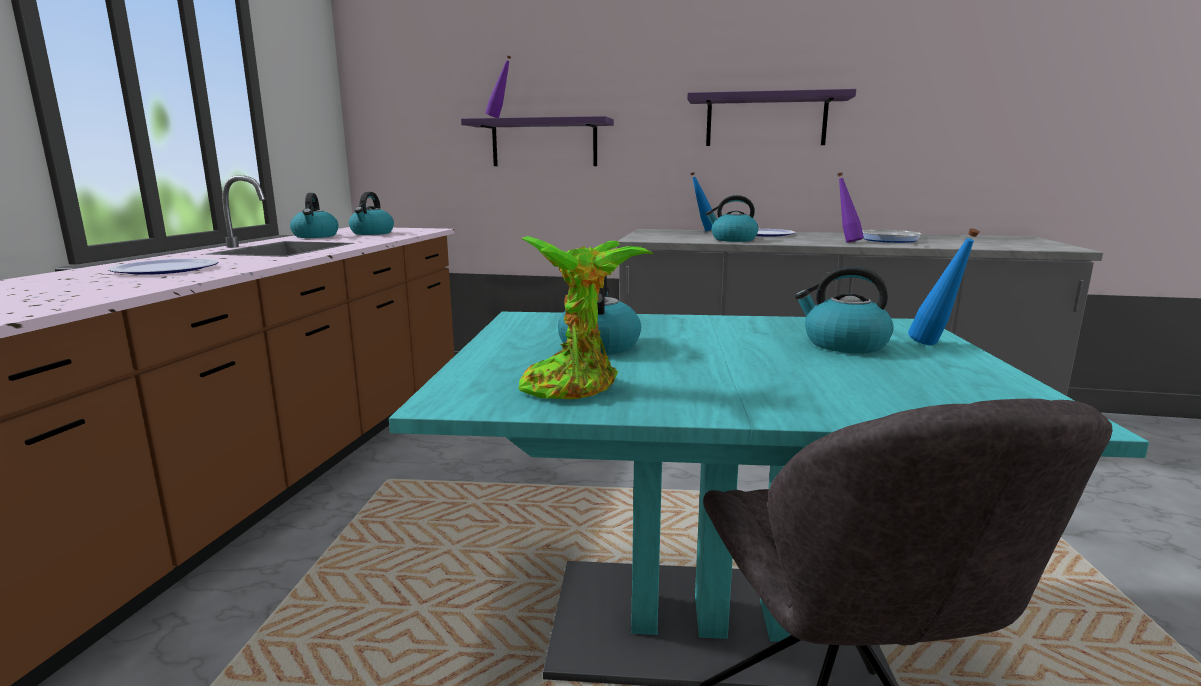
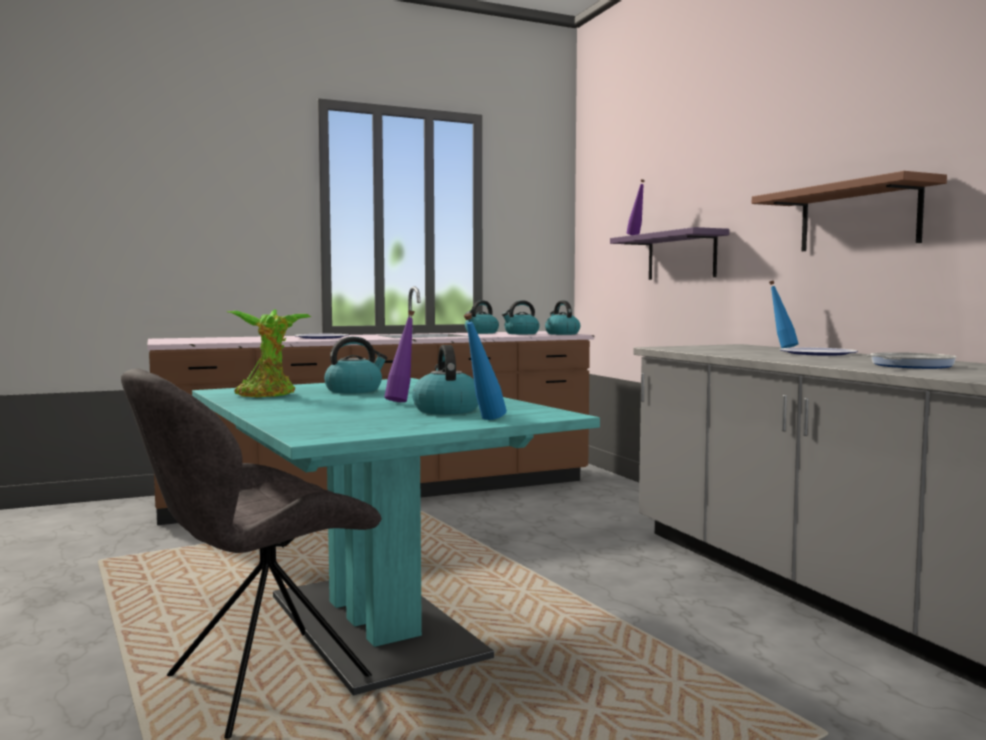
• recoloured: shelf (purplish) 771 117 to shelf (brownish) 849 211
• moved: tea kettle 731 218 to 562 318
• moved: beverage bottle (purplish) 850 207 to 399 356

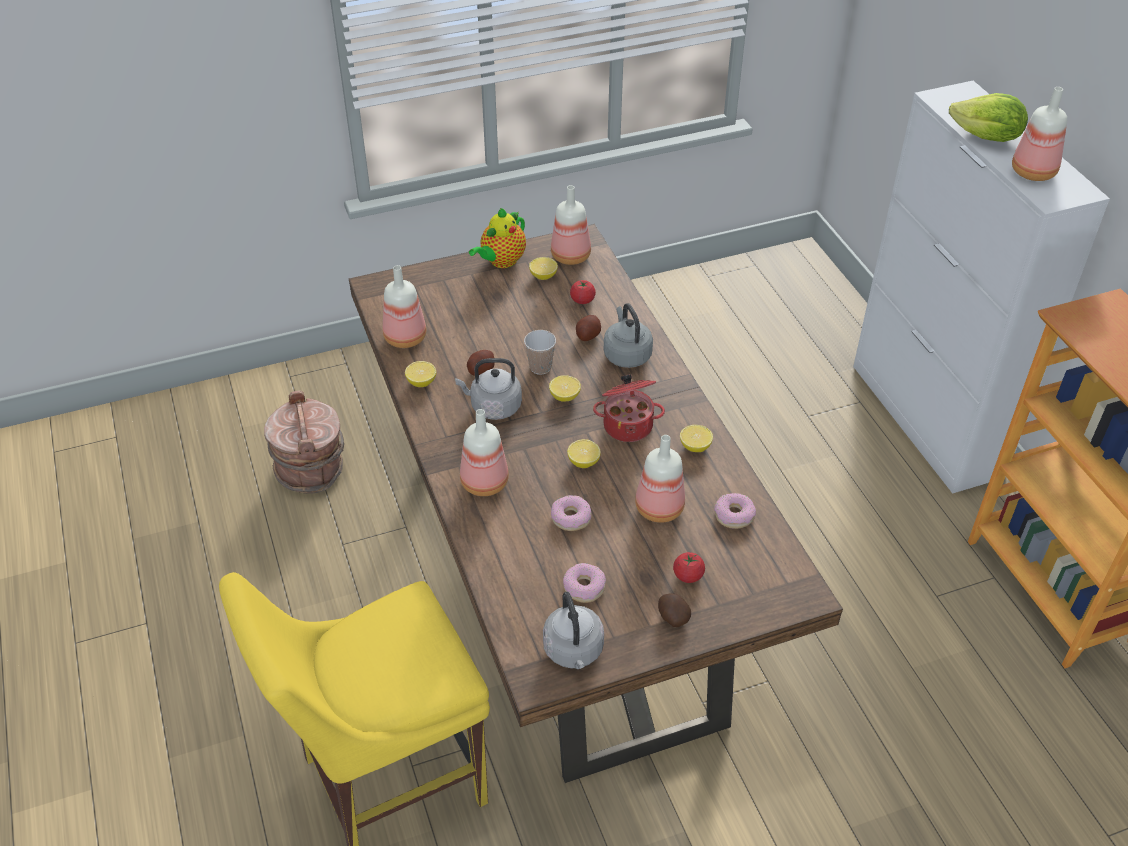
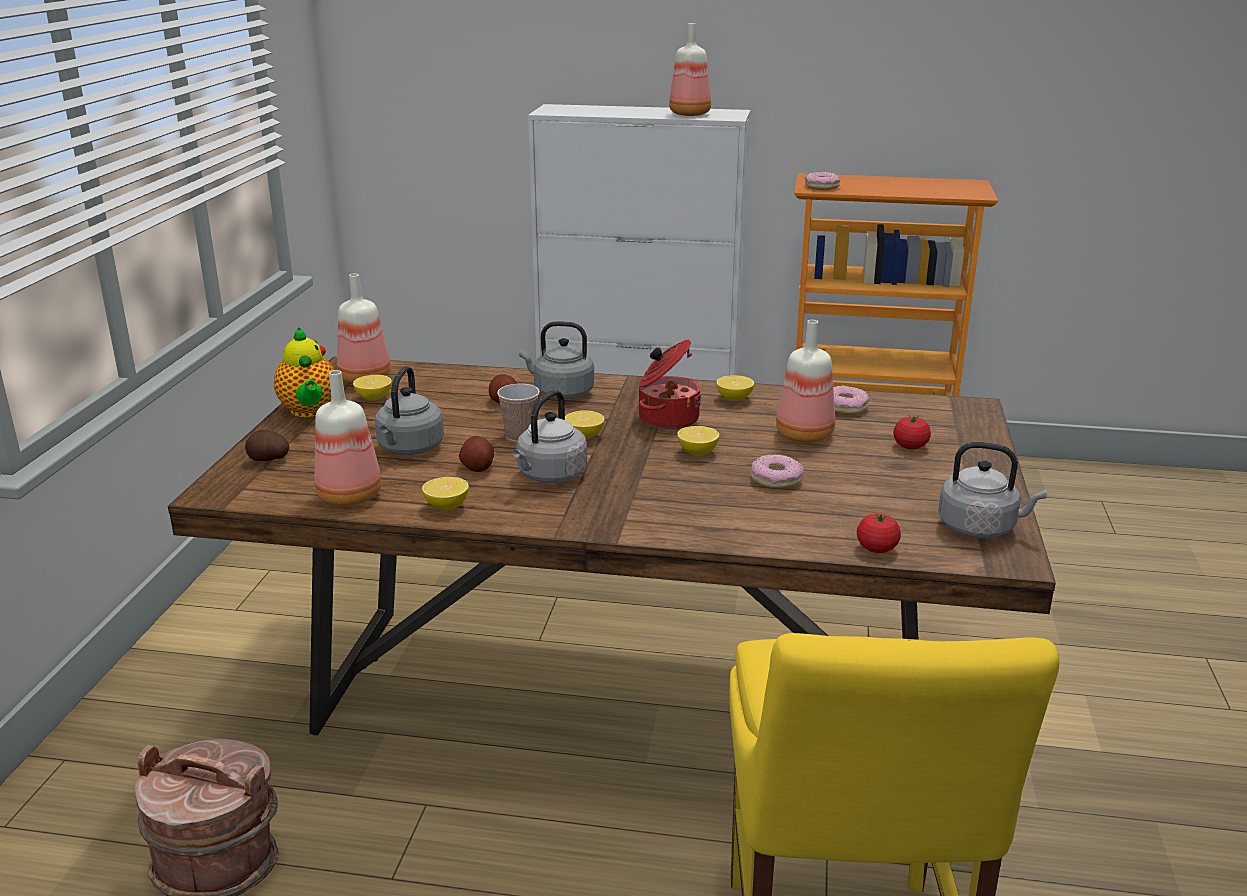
• removed: beverage bottle 484 452
• moved: donut 584 583 to 822 181
• moved: whole tomato 583 292 to 879 533
• moved: spud 674 610 to 267 445
• removed: lettuce 988 117
• added: tea kettle (greyish) 409 410

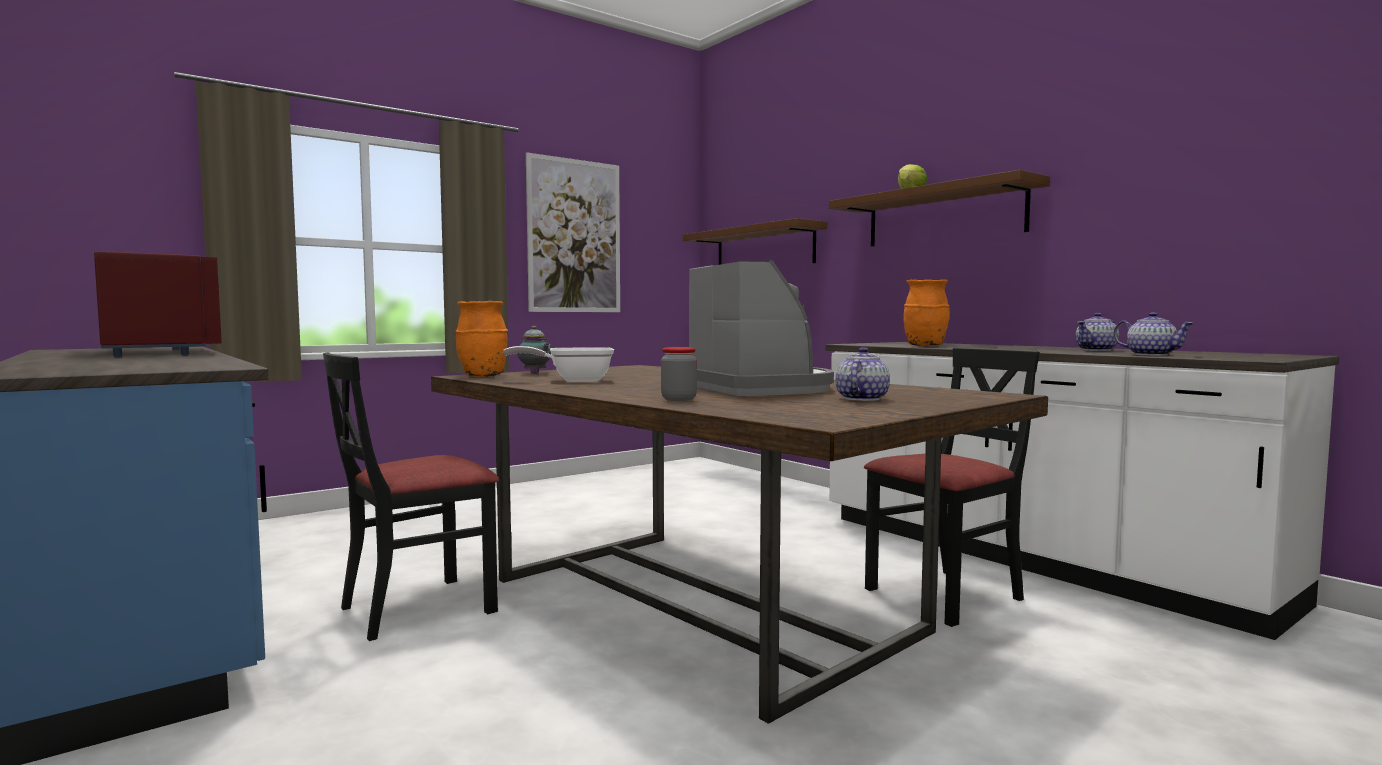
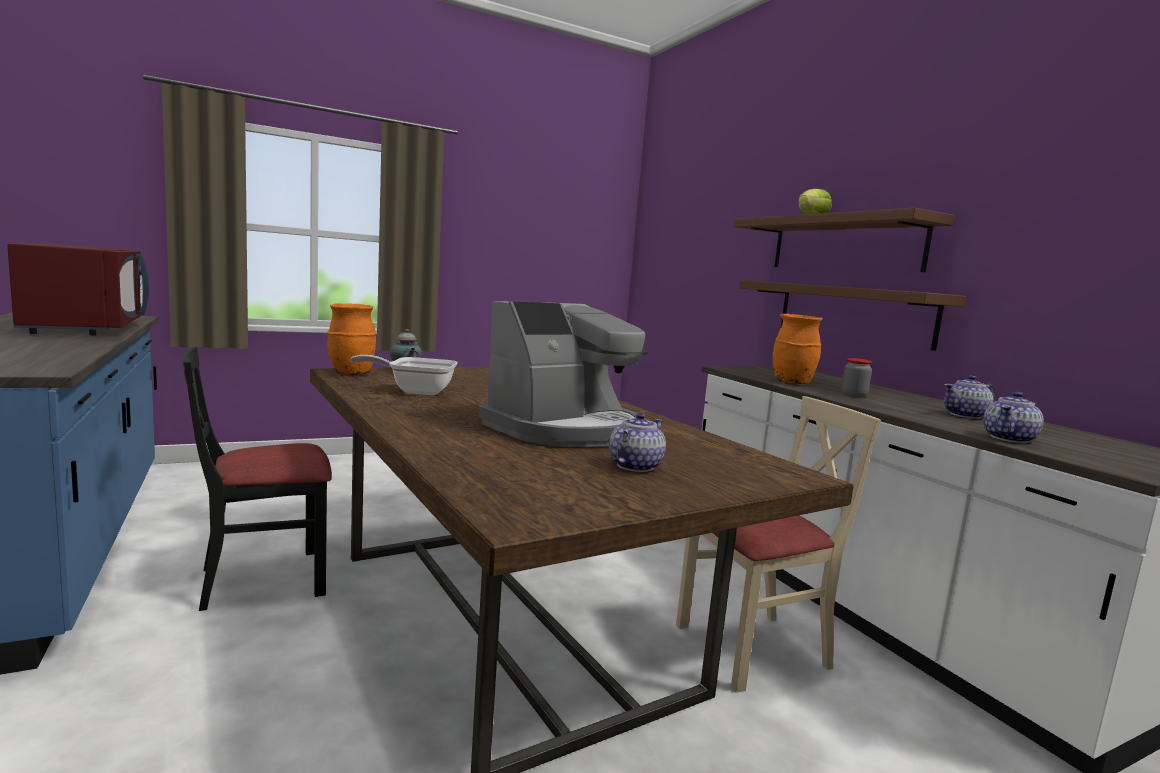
• removed: wall picture 573 232
• moved: storage jar 679 374 to 857 378
• moved: shelf (brownish) 754 241 to 852 315
• turned: coffee brewer 761 328 = 563 374 60 degrees clockwise
• recoloured: plain chair (blackish) 952 487 to plain chair (beige) 778 544
• turned: teapot 1153 334 = 1013 417 75 degrees clockwise

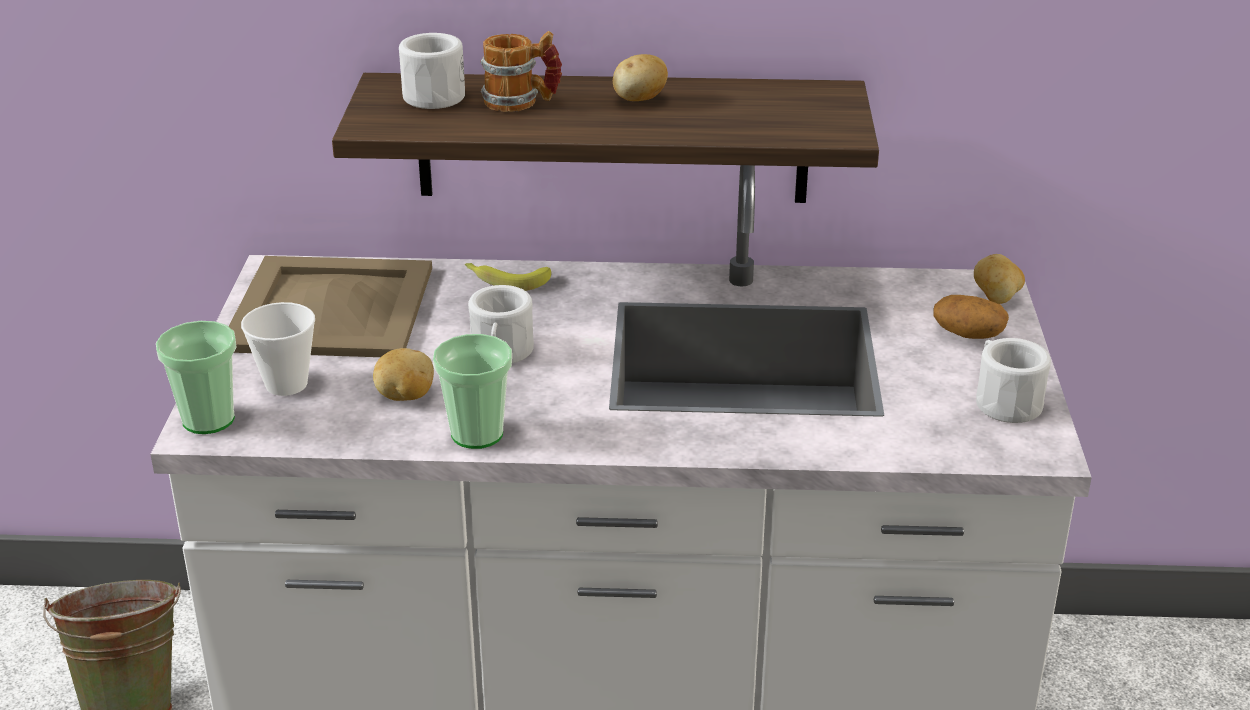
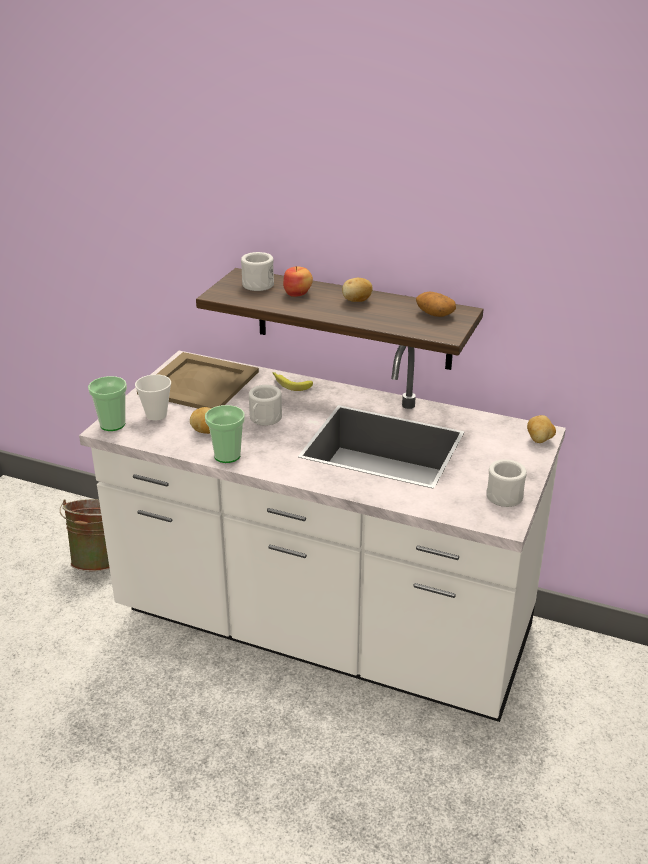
• replaced: coffee mug 521 71 to apple fruit 298 281
• moved: spud 971 317 to 436 304

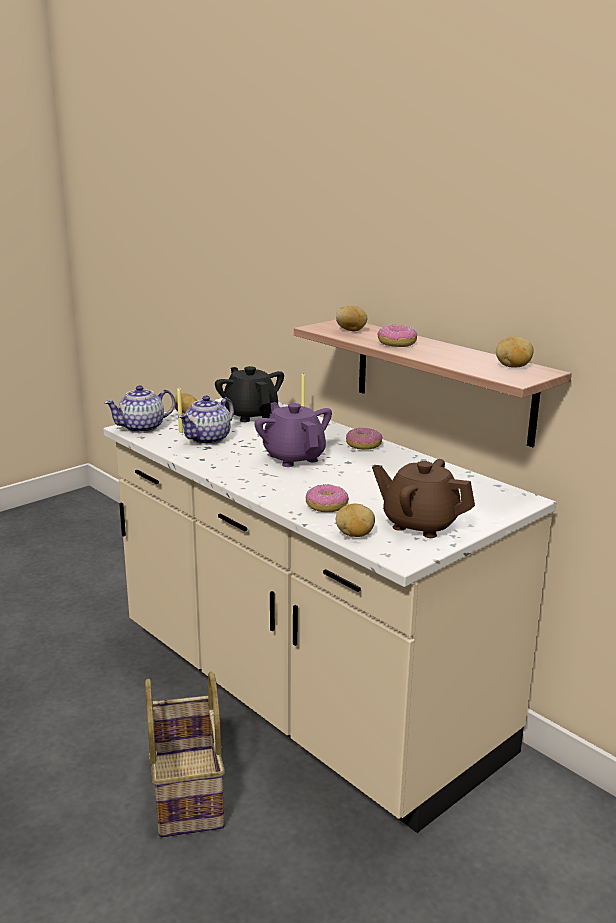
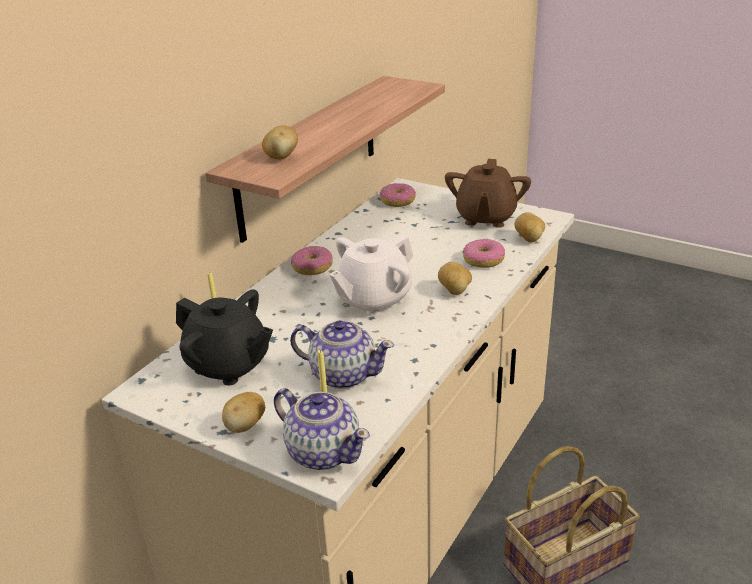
• turned: teapot (blackish) 249 394 = 224 337 105 degrees counterclockwise
• recoloured: teapot (purplish) 293 434 to teapot (white-coloured) 371 275
• moved: donut 398 336 to 398 195
• moved: spud 515 352 to 455 278

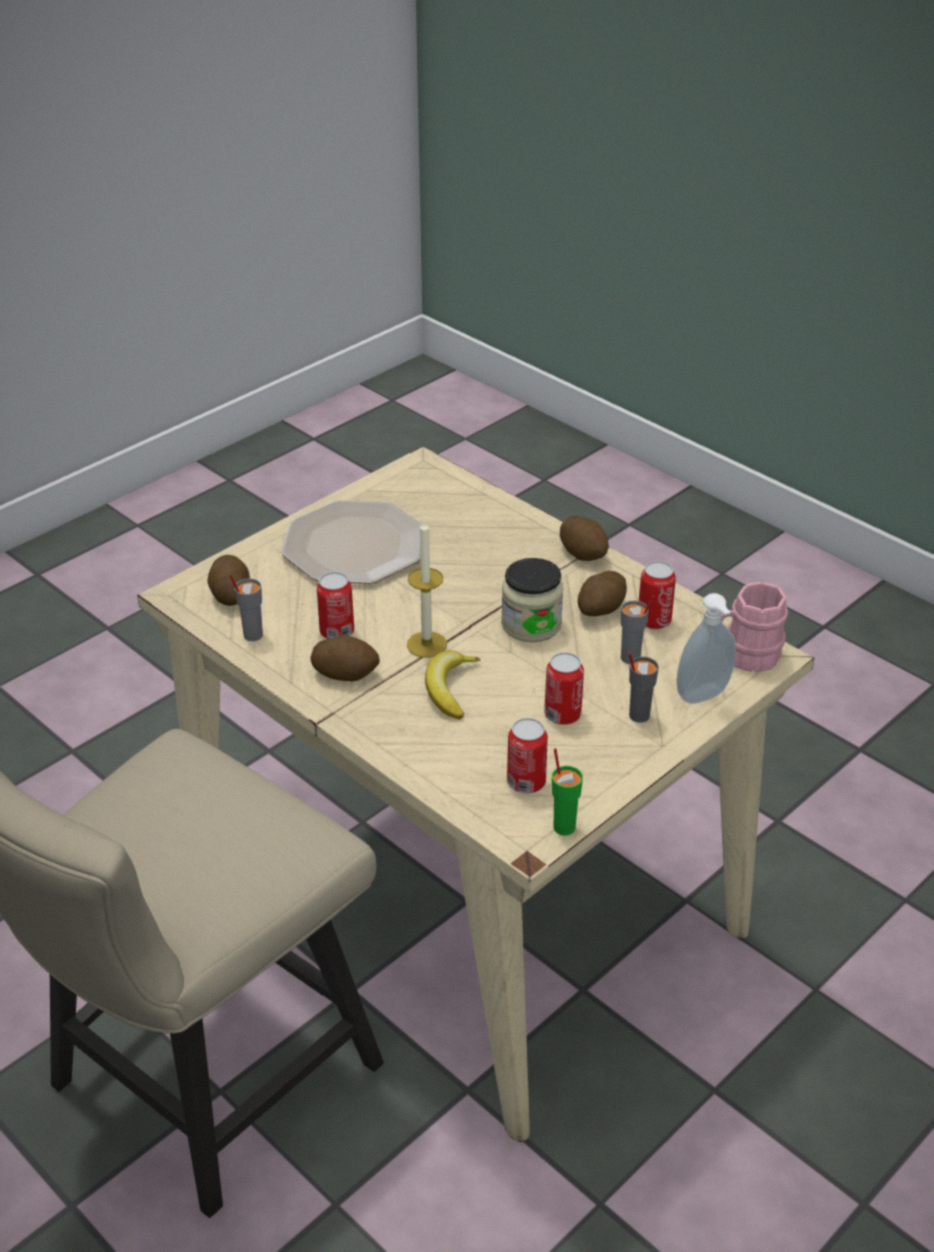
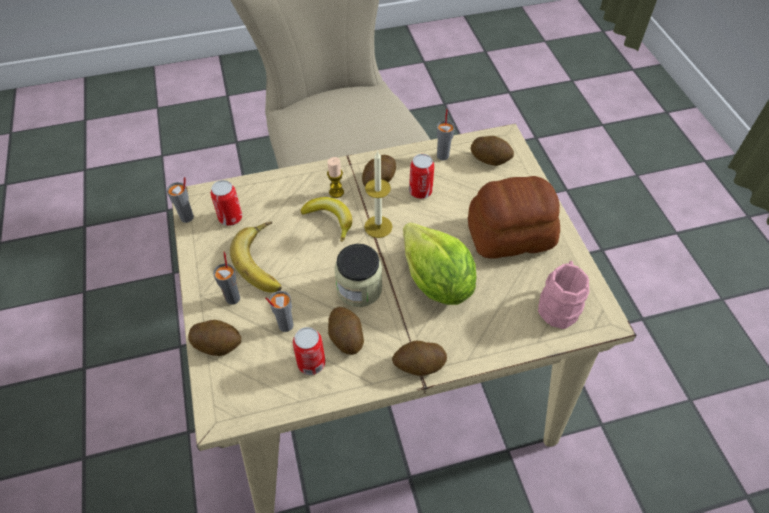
• replaced: plate 351 542 to baked bread 514 217
• replaced: metal can 564 688 to banana fruit 256 257
• recoloured: small cup (green) 567 792 to small cup (greyish) 180 200
• replaced: liquid soap bottle 706 648 to spud 214 338
• moved: coffee mug (pink-coloured) 754 627 to 563 295
• added: wax candle 335 177
• added: lettuce 440 263

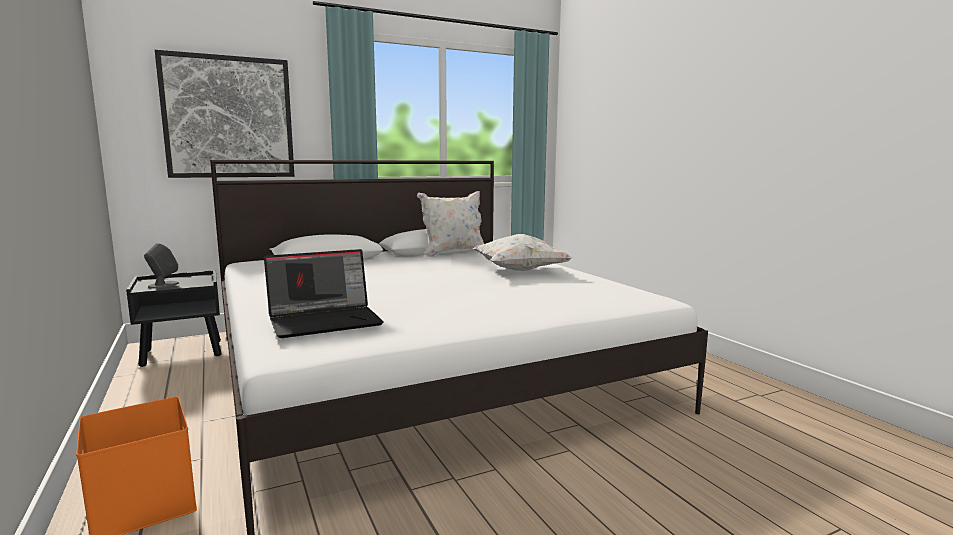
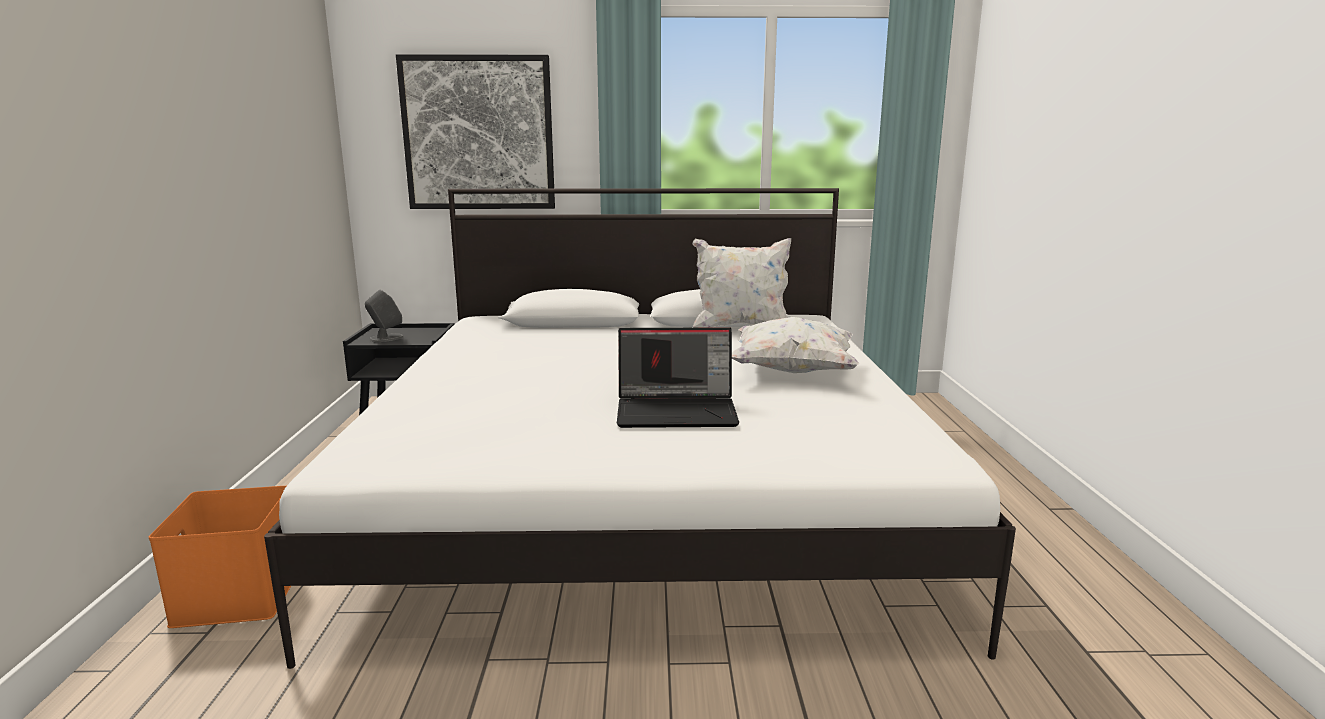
• moved: notebook computer 324 293 to 678 377

